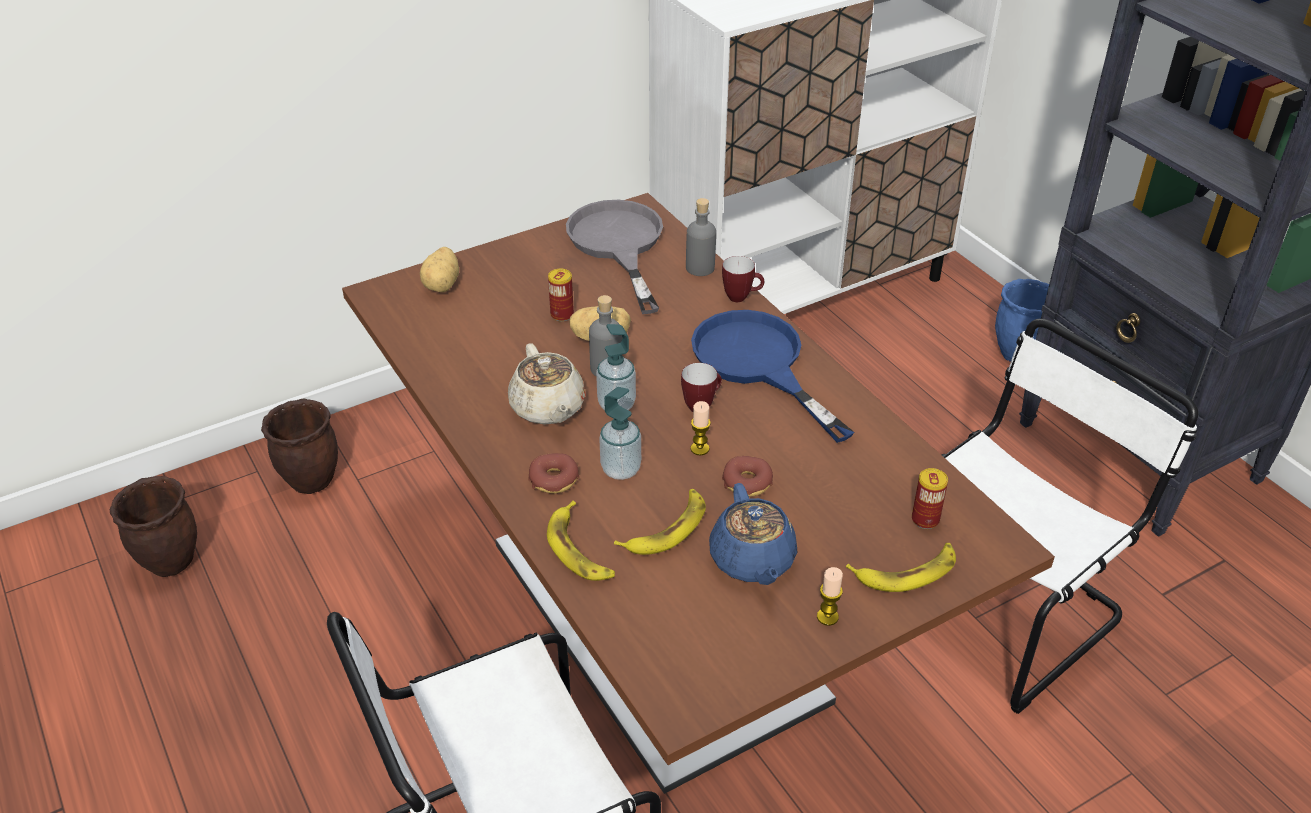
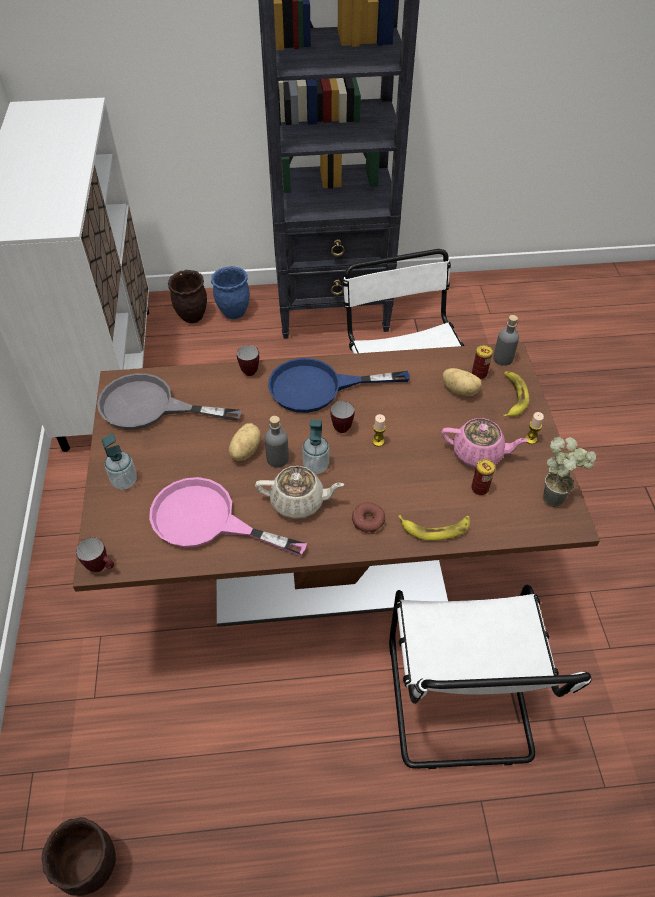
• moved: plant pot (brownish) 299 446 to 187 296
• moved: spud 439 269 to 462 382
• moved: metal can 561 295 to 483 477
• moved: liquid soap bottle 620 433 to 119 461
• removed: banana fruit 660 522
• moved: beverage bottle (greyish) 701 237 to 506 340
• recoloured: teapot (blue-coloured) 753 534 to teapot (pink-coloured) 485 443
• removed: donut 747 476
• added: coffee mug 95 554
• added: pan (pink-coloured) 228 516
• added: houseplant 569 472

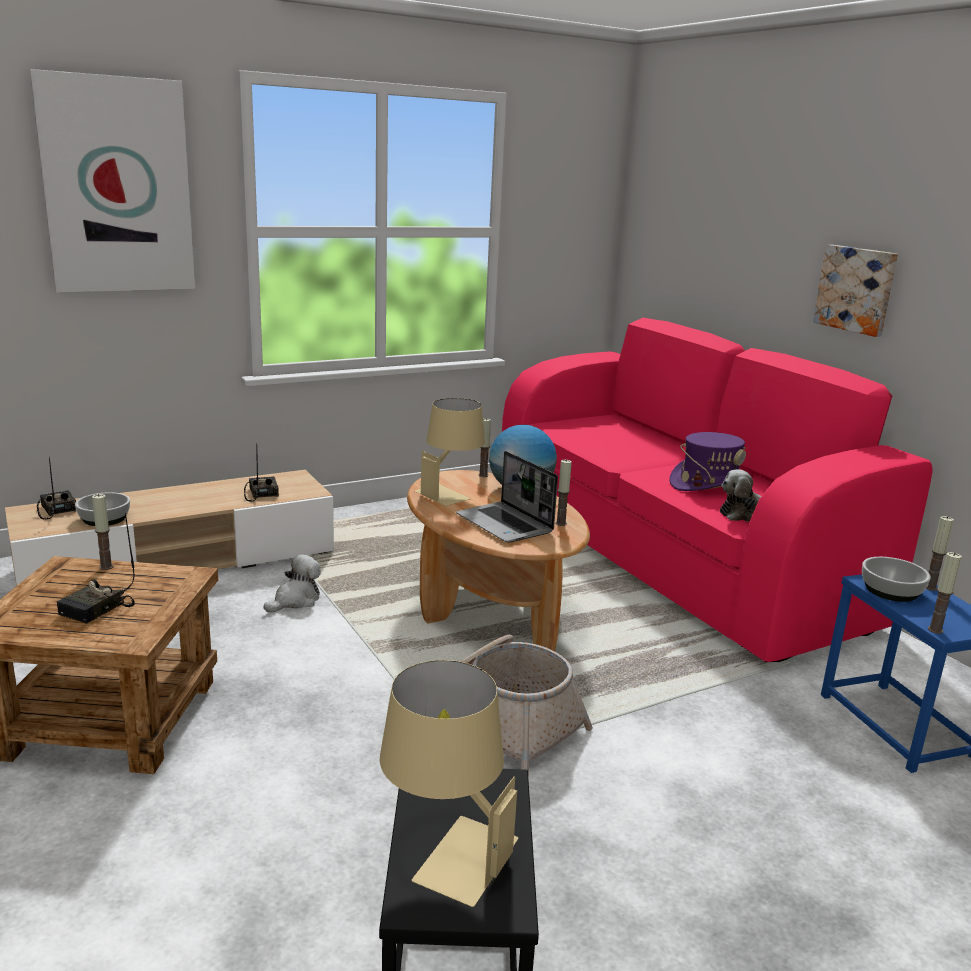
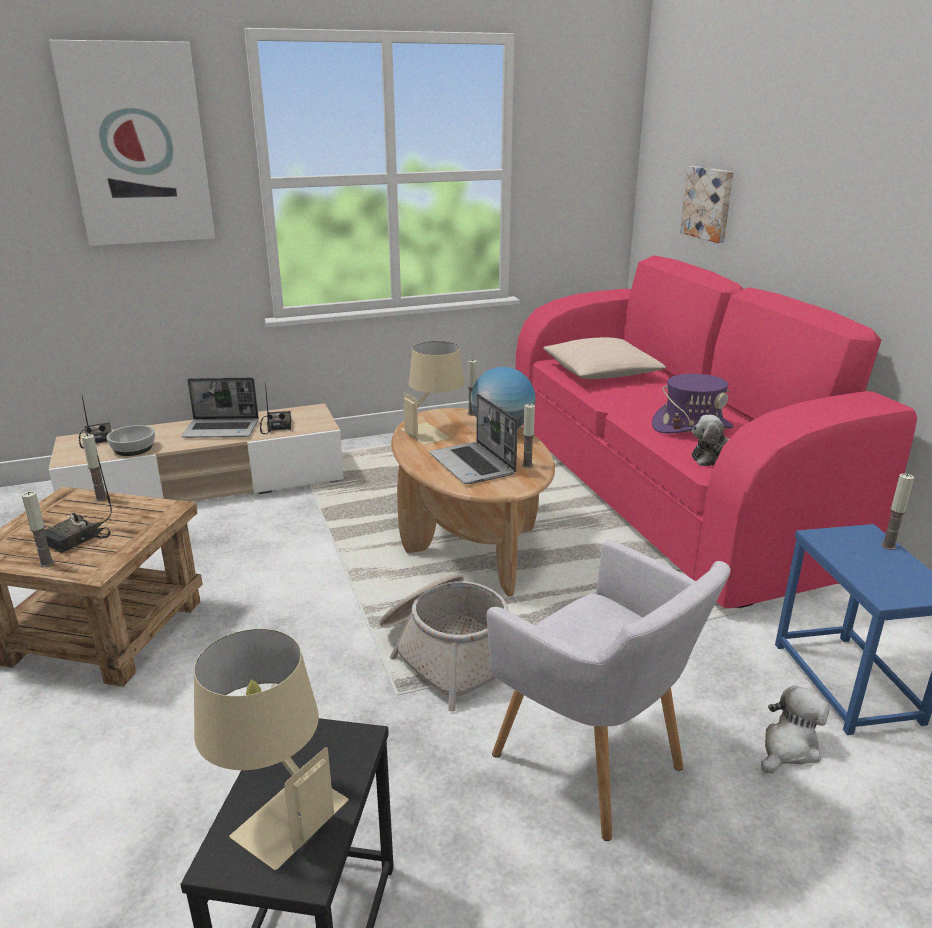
• moved: cuddly toy 292 583 to 795 729
• moved: wall picture 855 291 to 707 204
• removed: deep dish 896 579
• moved: wax candle 945 593 to 37 529
• added: notebook computer 220 408
• added: easy chair (greyish) 609 690
• added: cushion (beige) 604 358

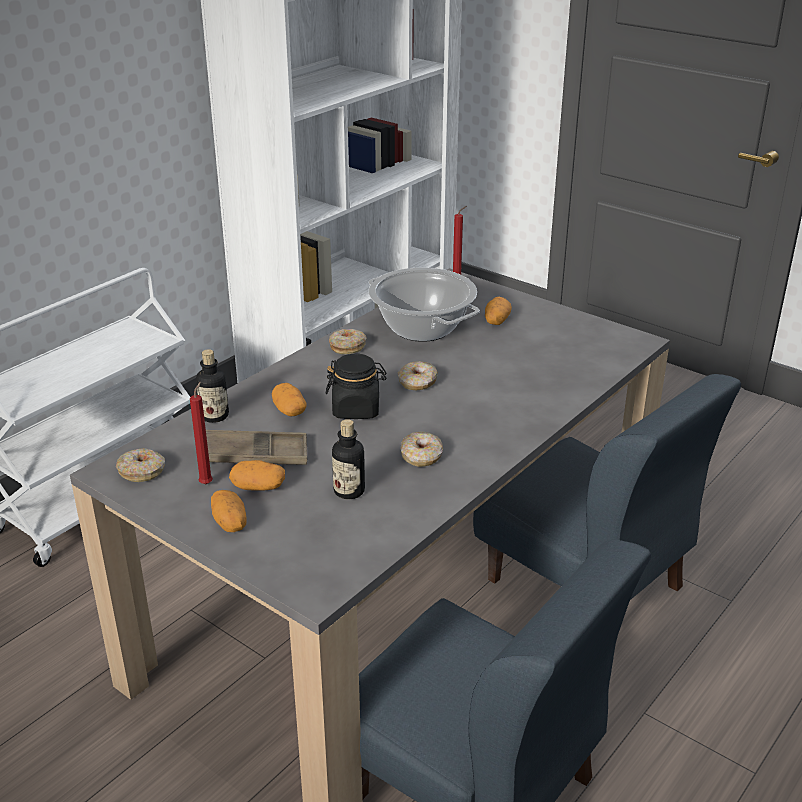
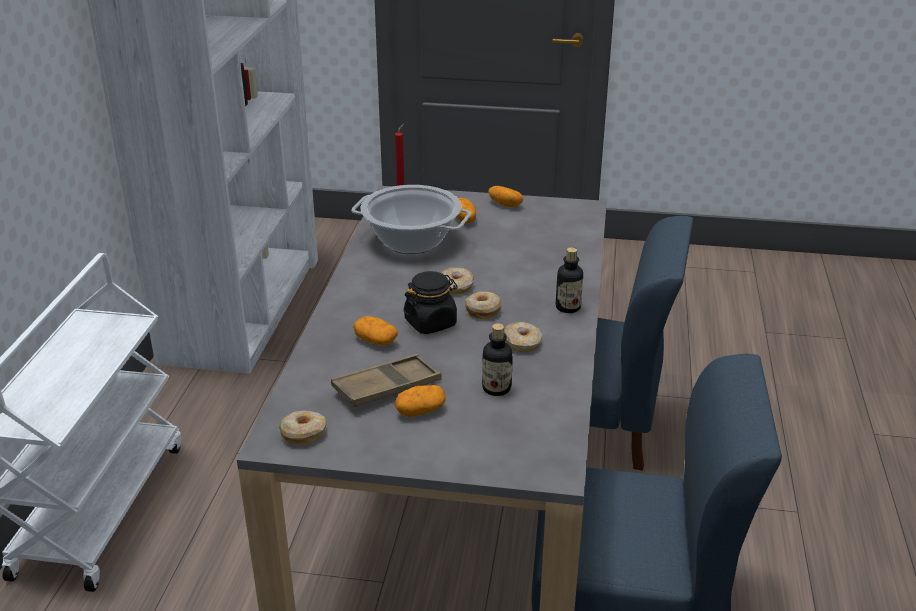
• removed: wax candle (red) 201 433
• moved: beverage bottle 212 386 to 569 280
• moved: spud 229 511 to 505 196
• moved: donut 348 341 to 483 305

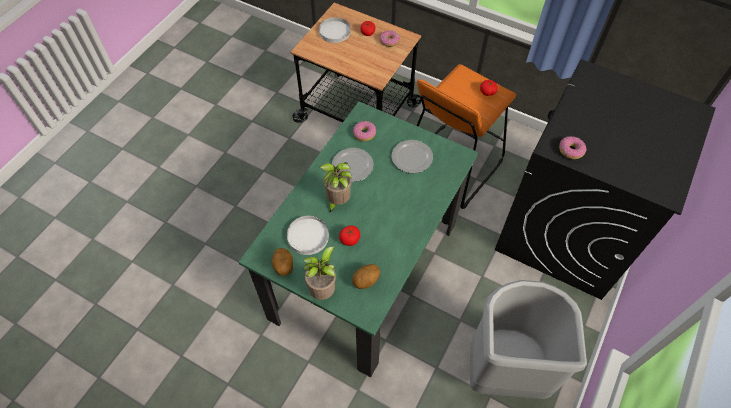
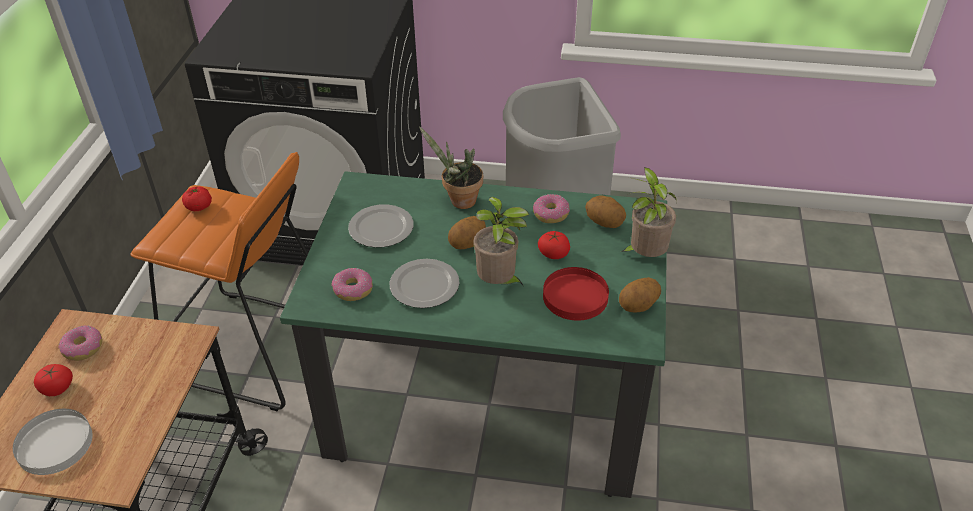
• recoloured: plate (white-coloured) 308 235 to plate (red) 576 294
• moved: donut 572 147 to 551 208
• added: houseplant 451 167
• added: spud 467 232

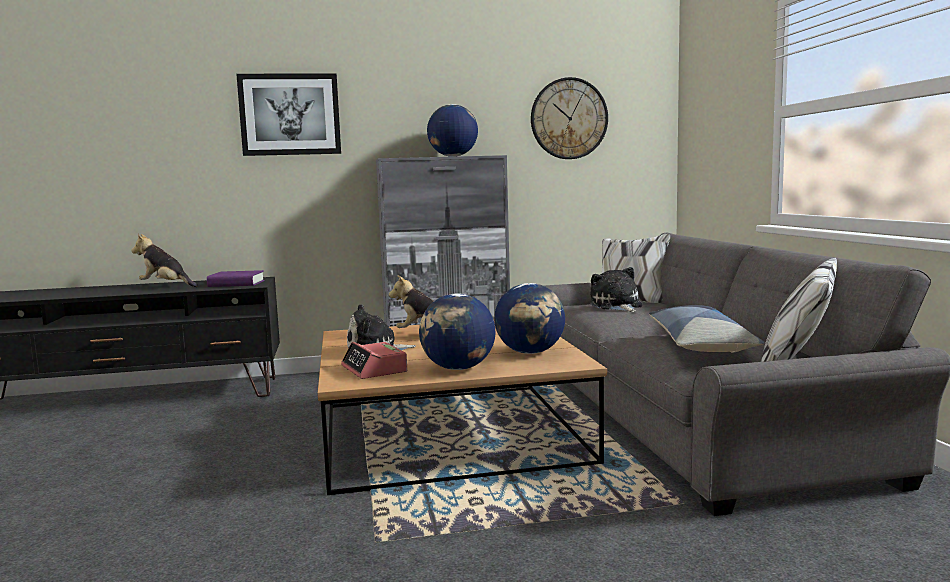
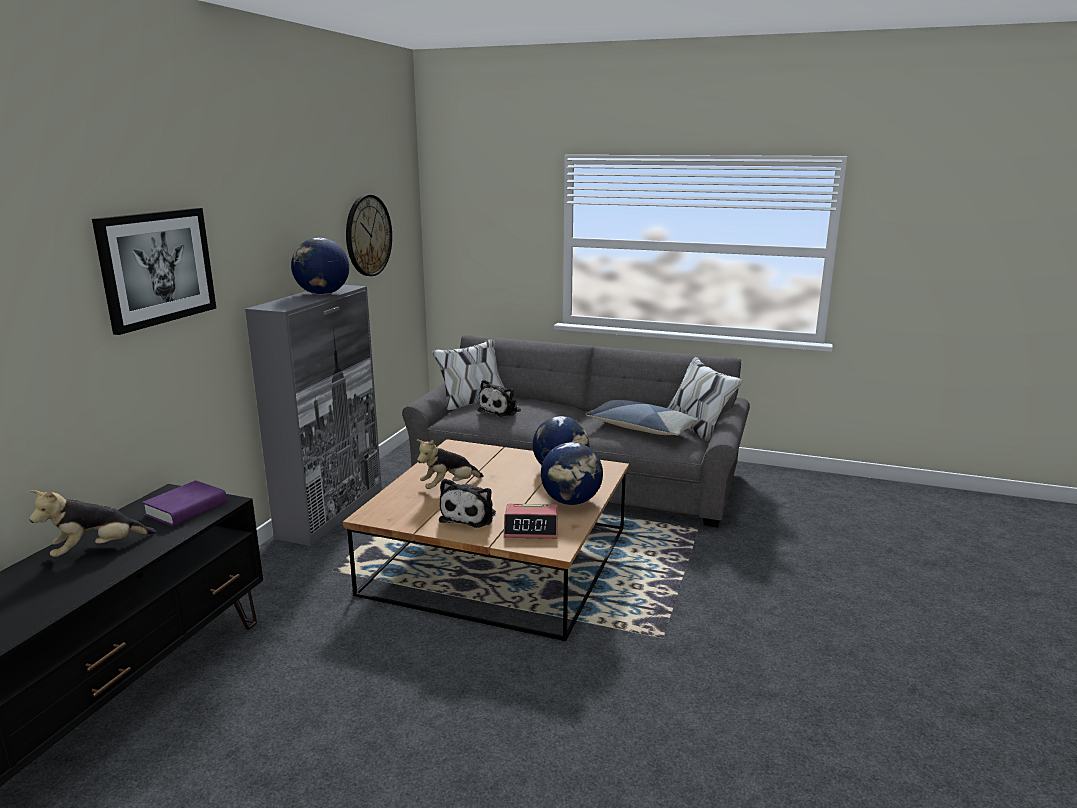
• turned: cuddly toy 616 289 = 499 398 75 degrees counterclockwise

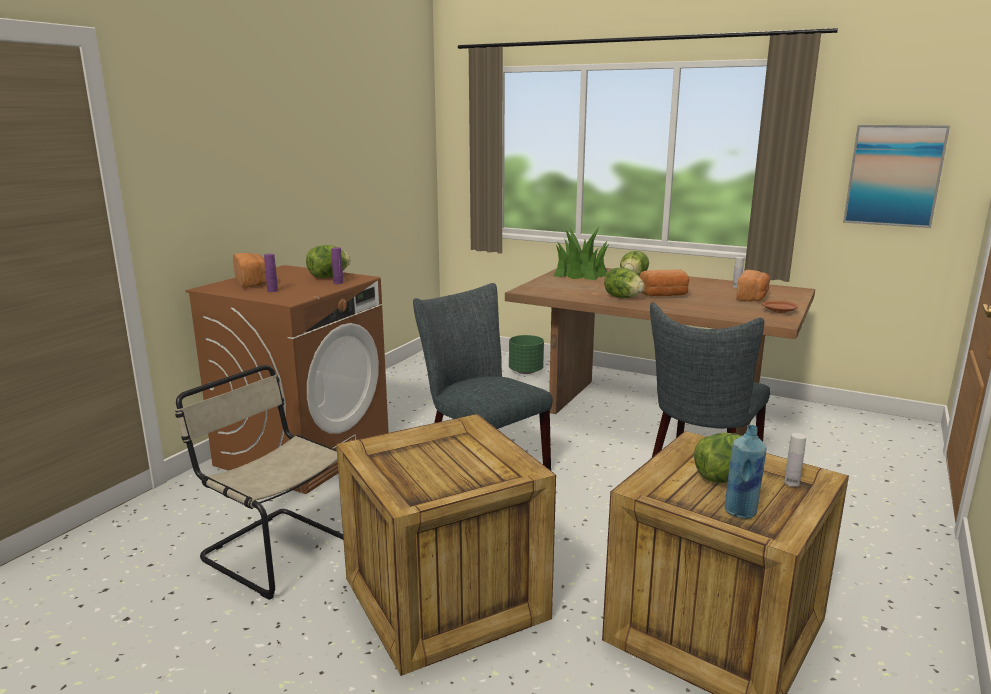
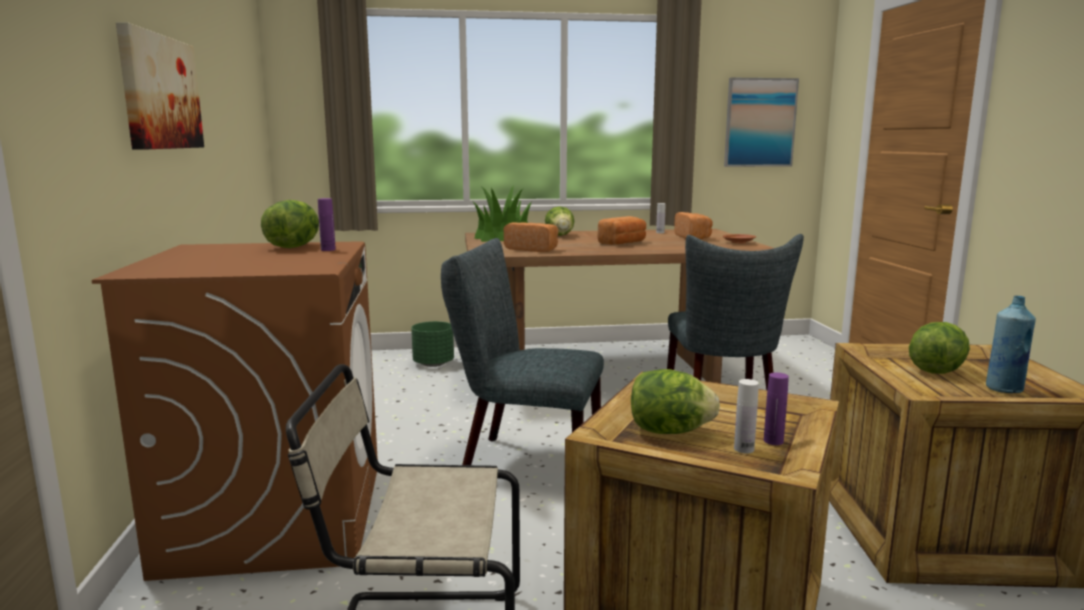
• moved: baked bread 250 270 to 531 237
• moved: beverage bottle (purplish) 271 273 to 776 409
• moved: lettuce 624 283 to 675 401
• moved: beverage bottle (white-coloured) 795 460 to 746 416
• added: wall picture 160 86

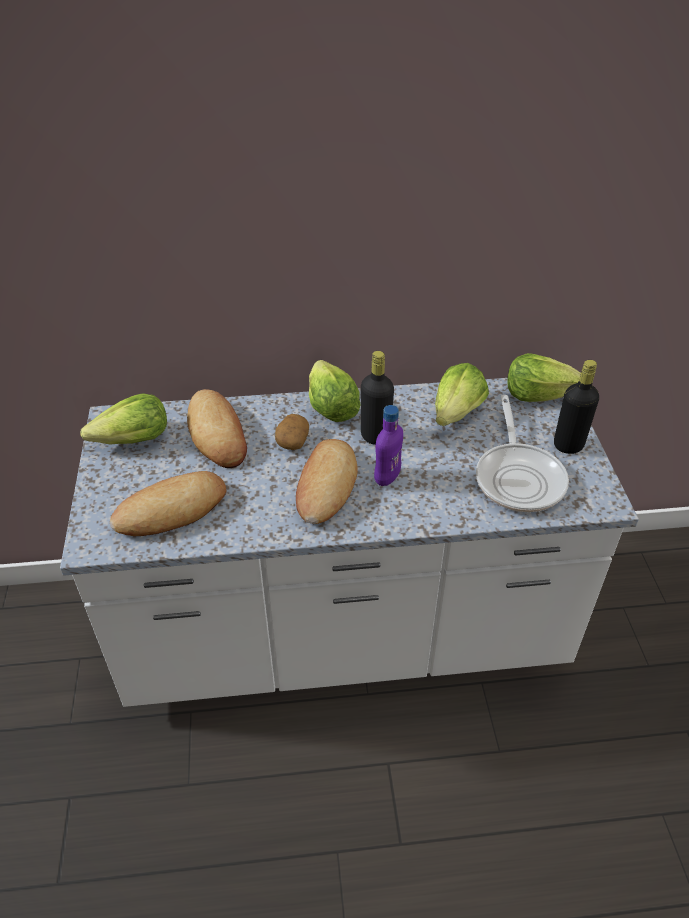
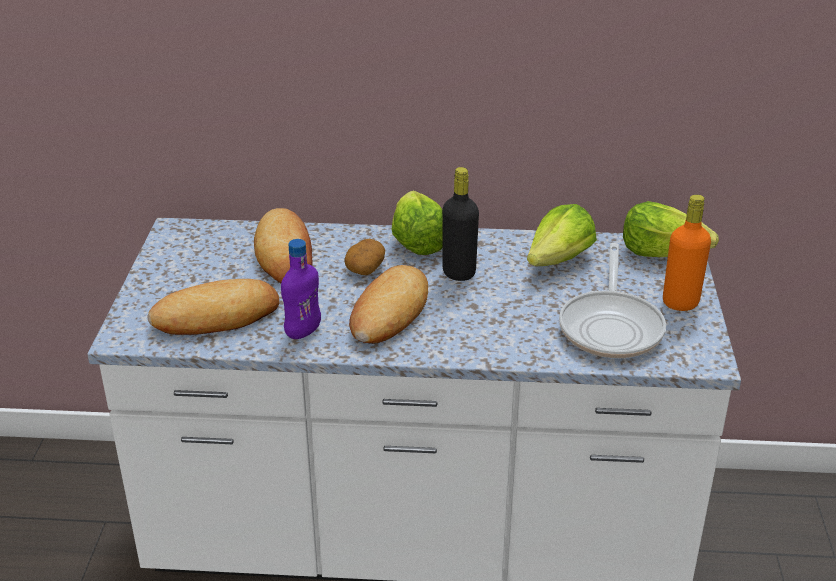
• removed: lettuce 123 419
• moved: beverage bottle (purplish) 388 445 to 301 289
• recoloured: beverage bottle (blackish) 576 407 to beverage bottle (orangey) 687 253

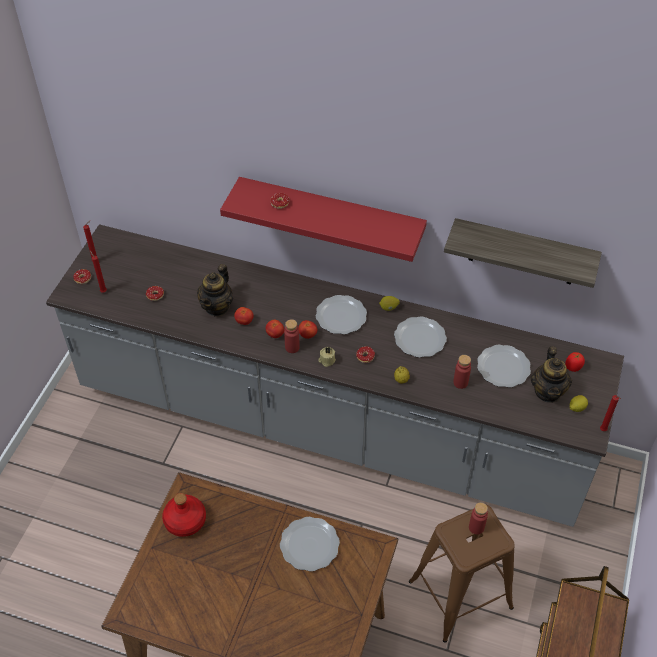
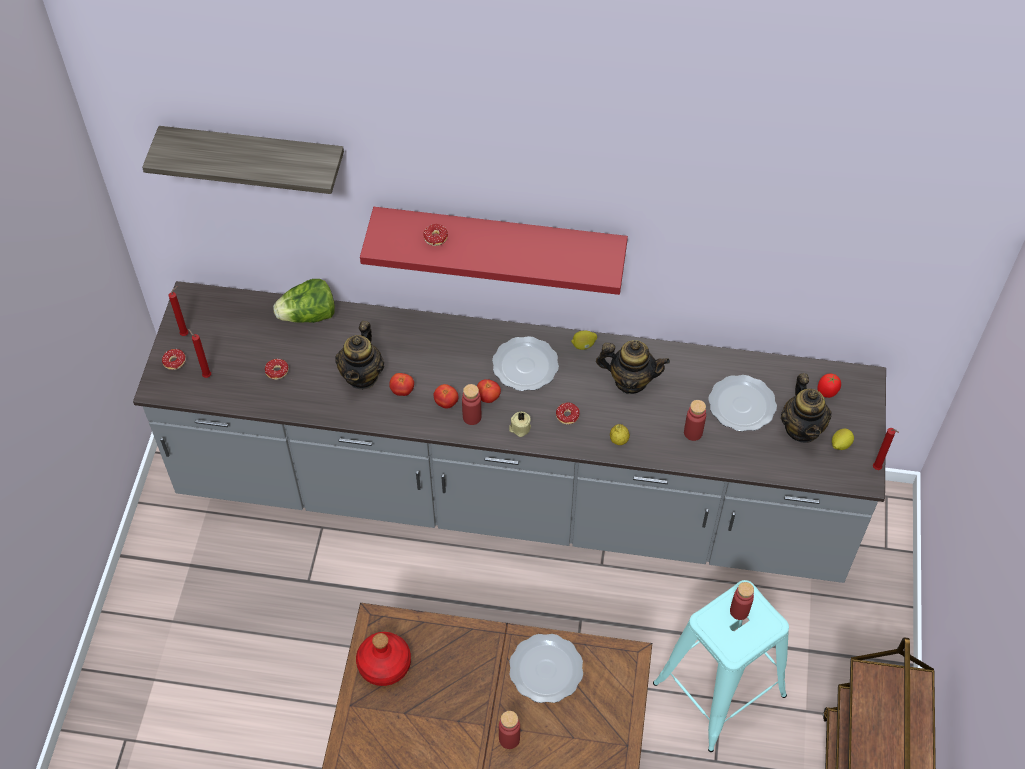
• replaced: plate 420 337 to teapot 633 367
• recoloured: stool (brownish) 462 574 to stool (turquoise) 721 666
• moved: shelf 523 253 to 243 160
• added: lettuce 304 301
• added: beverage bottle (red) 509 730

